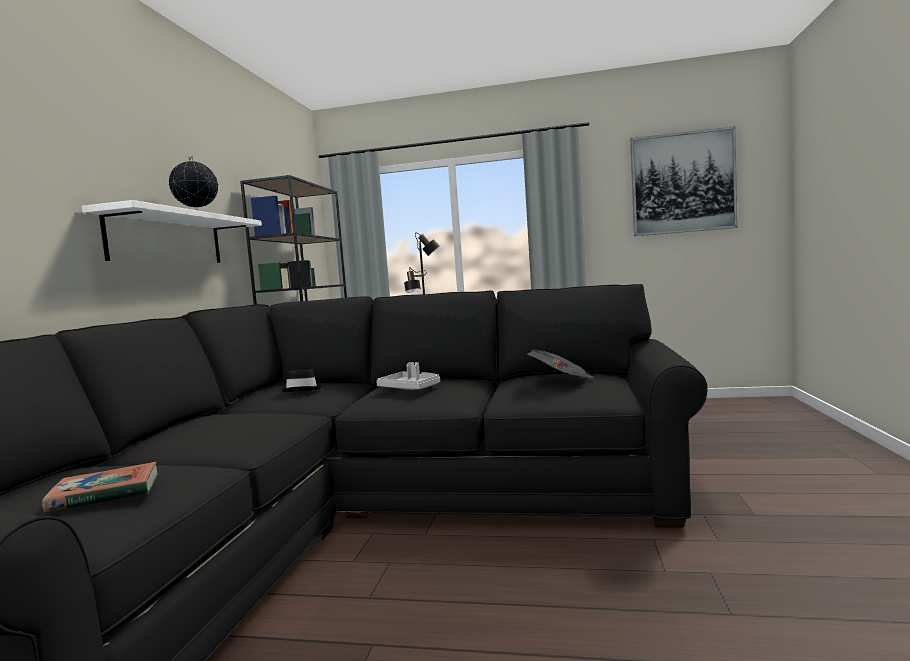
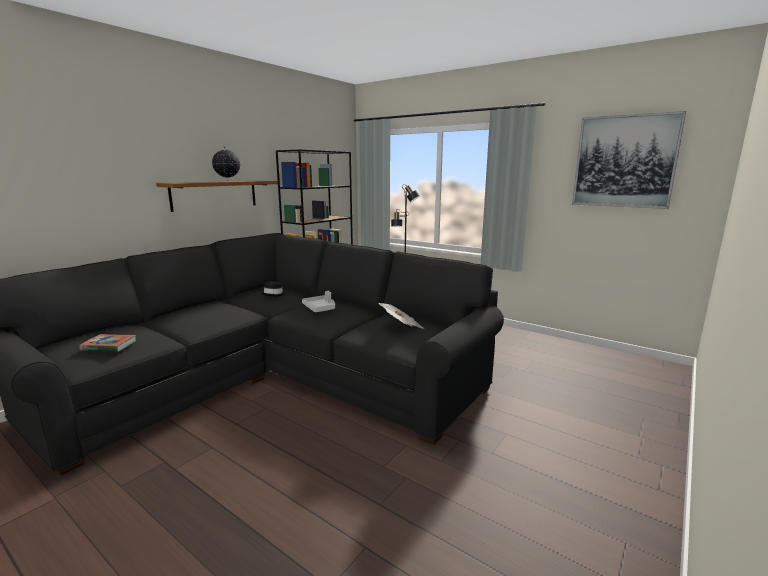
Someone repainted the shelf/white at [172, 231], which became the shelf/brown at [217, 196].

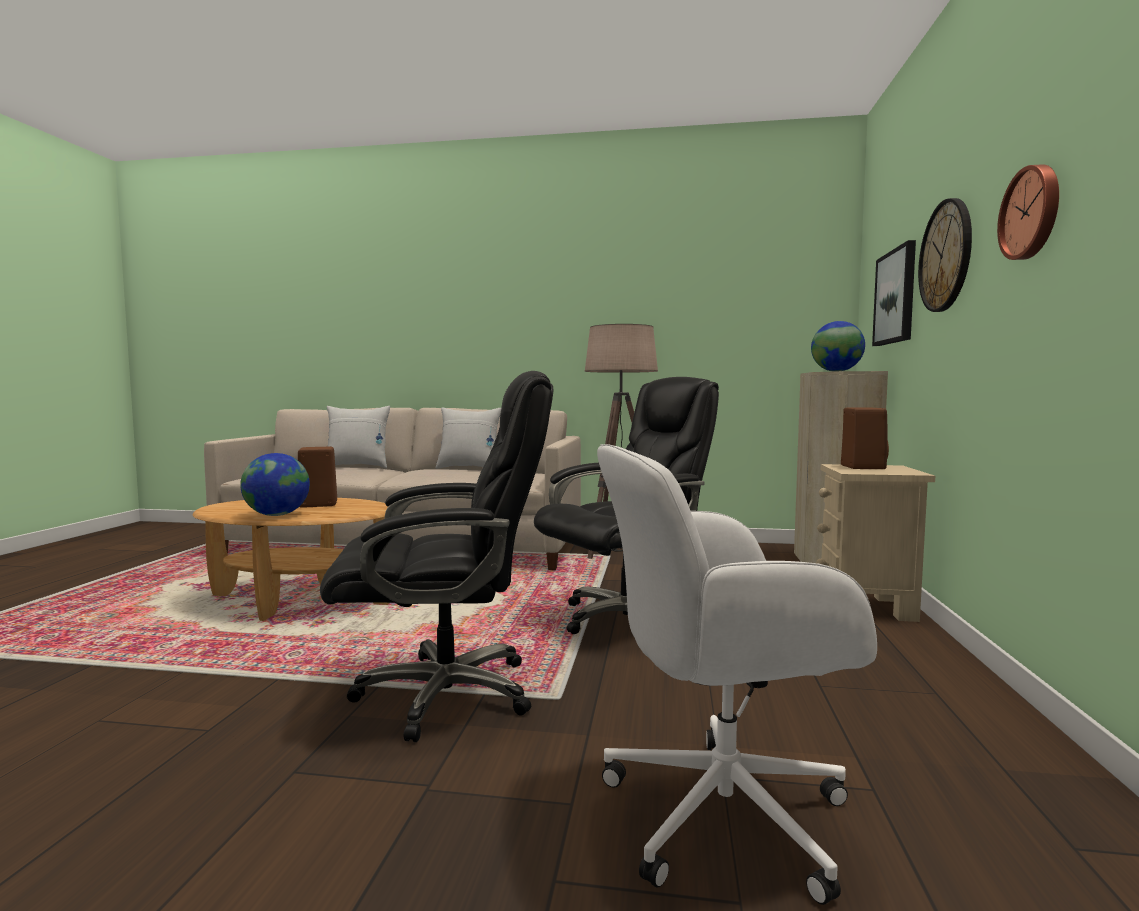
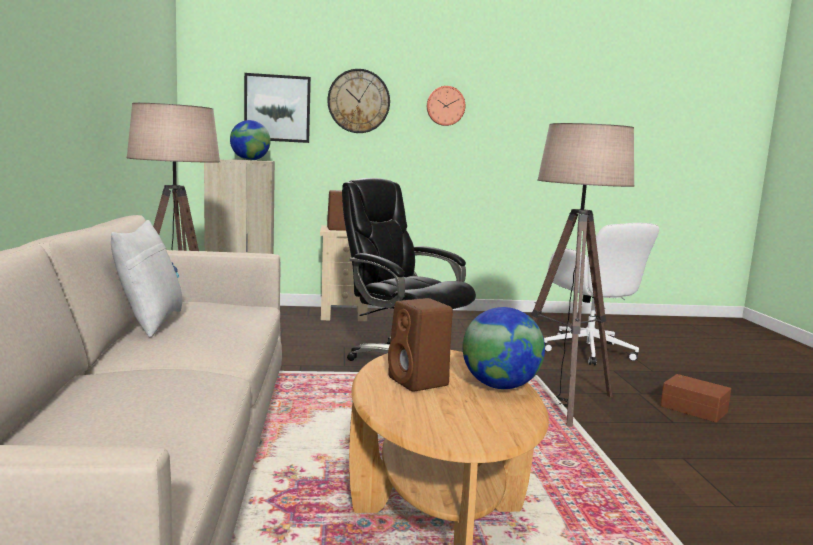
Someone swapped the office chair/black at [436, 556] for the floor lamp at [583, 275].
Someone took away the pillow/grey at [358, 437].
Someone put down the storage box/brown at [695, 398].

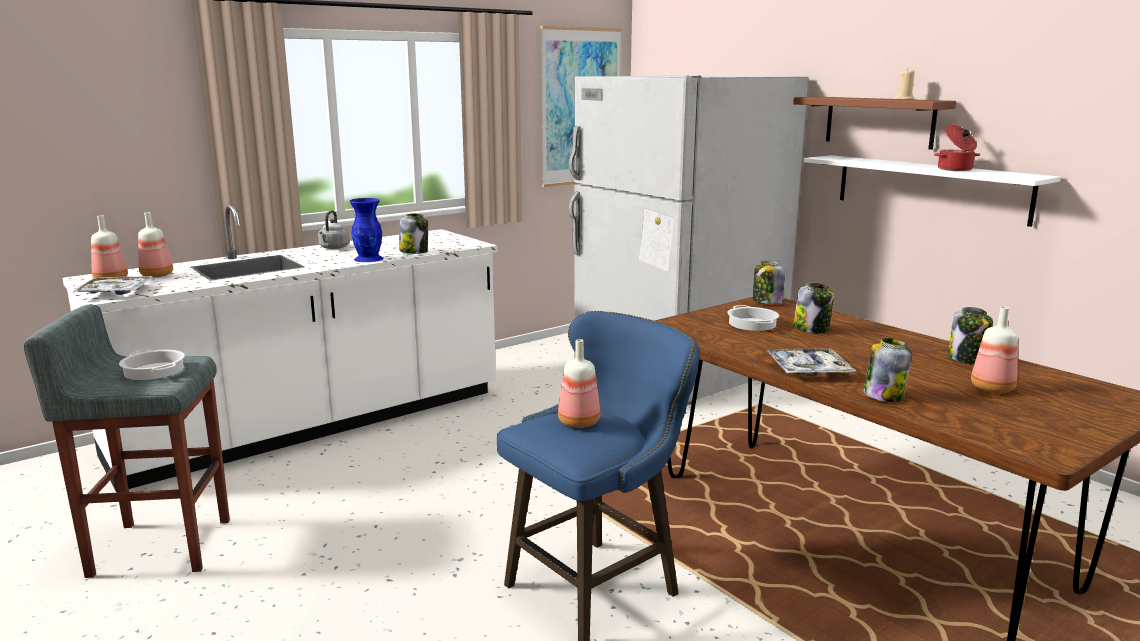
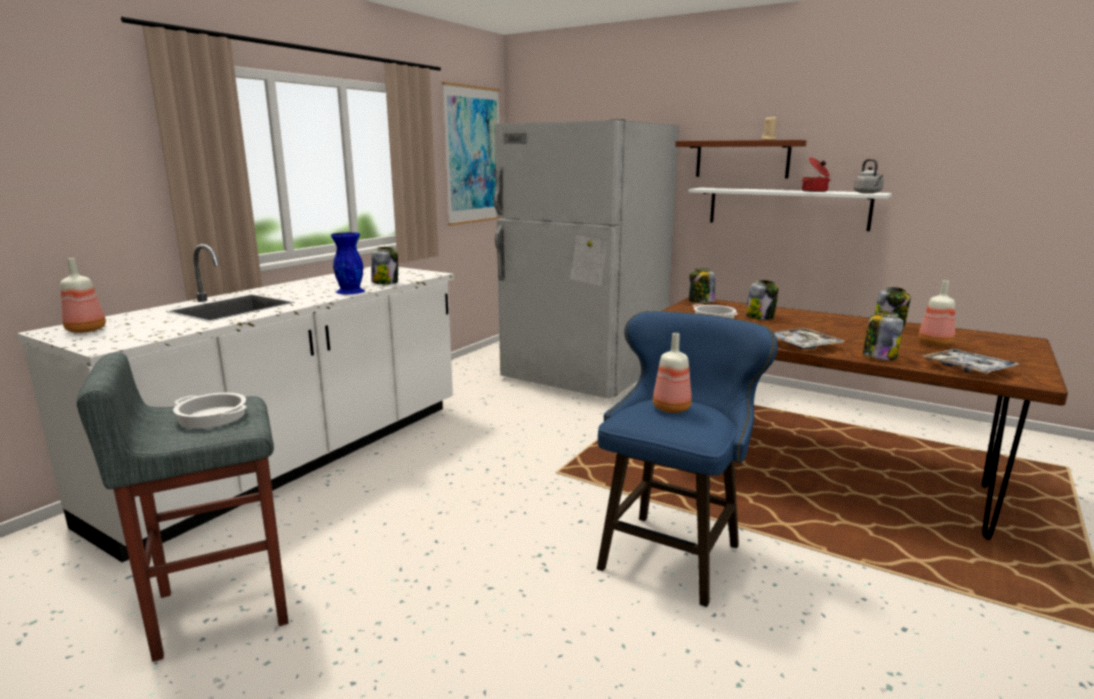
Someone carried the tray from [112, 285] to [971, 361].
Someone took away the bottle at [155, 244].
Someone carried the kettle/grey from [334, 229] to [868, 176].

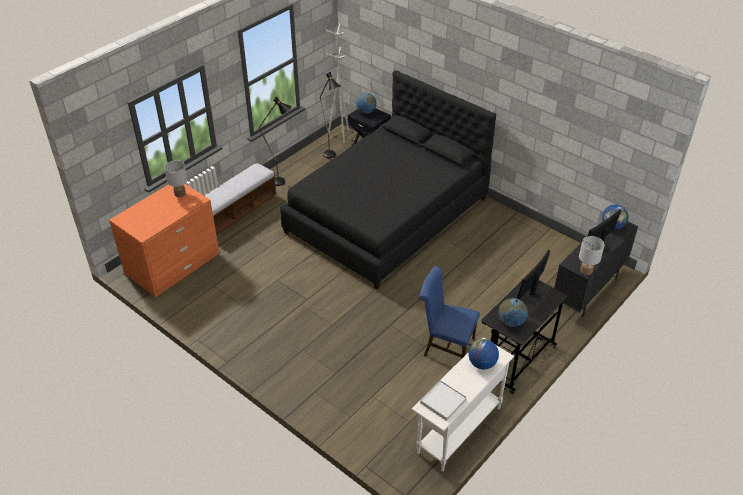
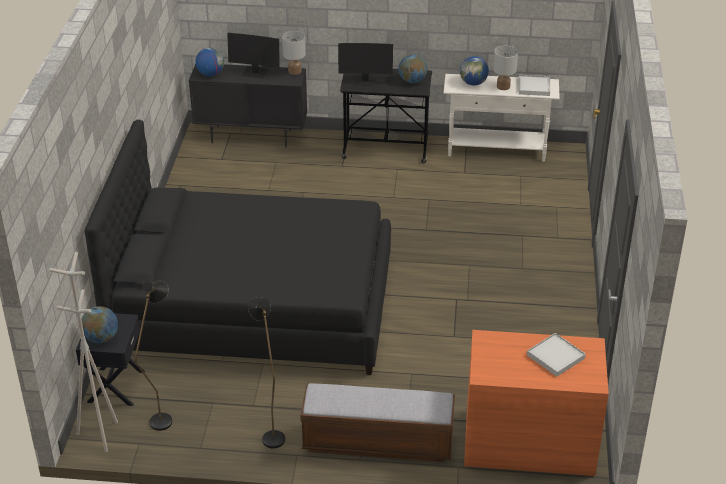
Someone carried the table lamp/grey from [175, 178] to [505, 68].
Someone took away the chair/blue at [449, 312].
Someone put down the tray/white at [556, 355].

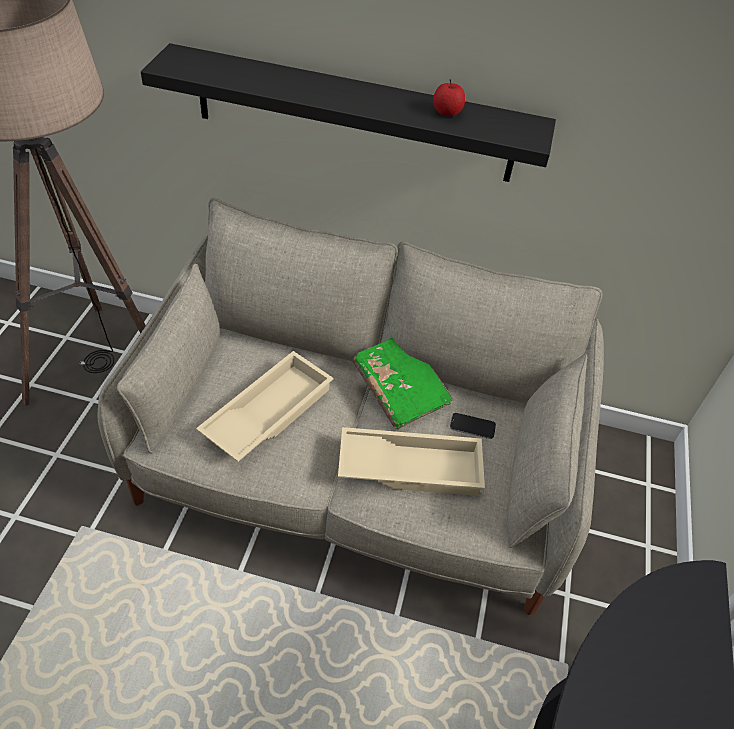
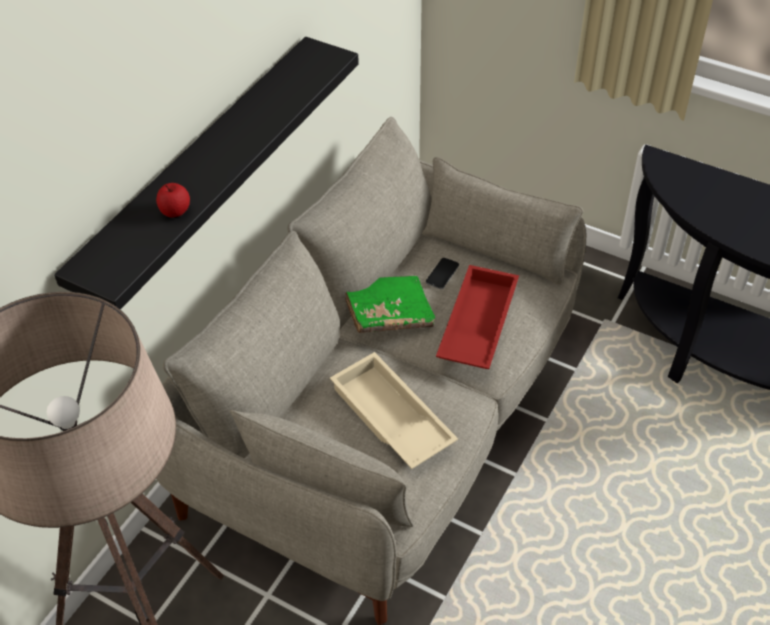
Someone repainted the tray/beige at [411, 461], which became the tray/red at [477, 317].
Someone carried the apple from [449, 98] to [173, 200].

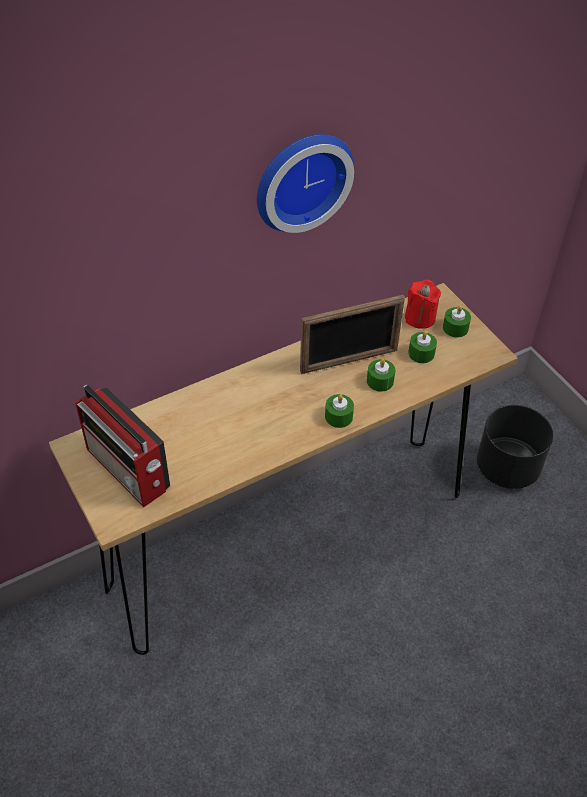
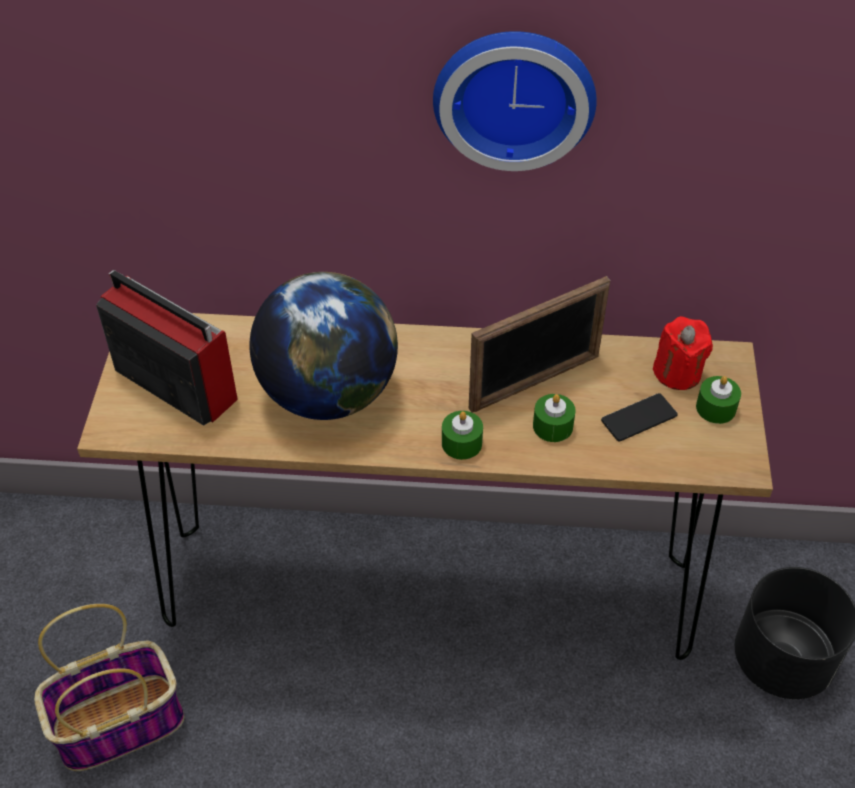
Someone rotated the radio at [122, 446] by 135 degrees clockwise.
Someone rotated the picture frame at [352, 334] by 45 degrees counterclockwise.
Someone swapped the candle/green at [422, 347] for the phone at [639, 417].
Someone put down the basket at [109, 687].
Someone put down the globe at [323, 346].

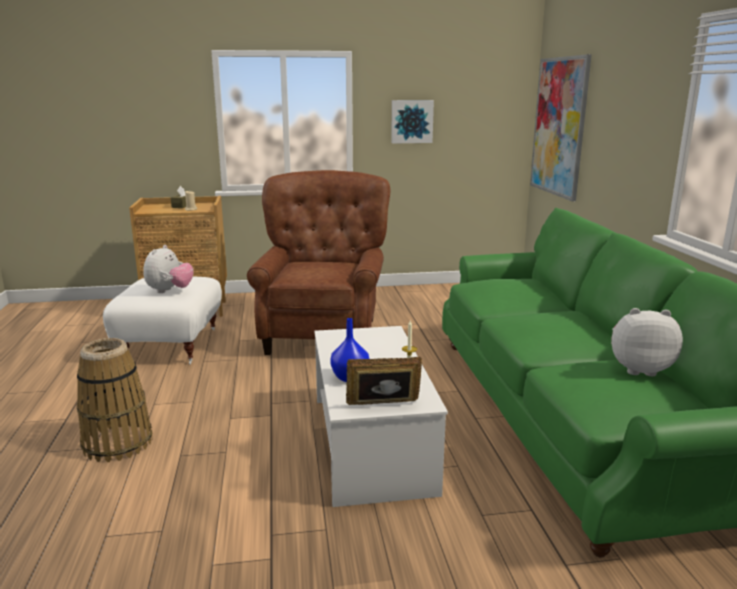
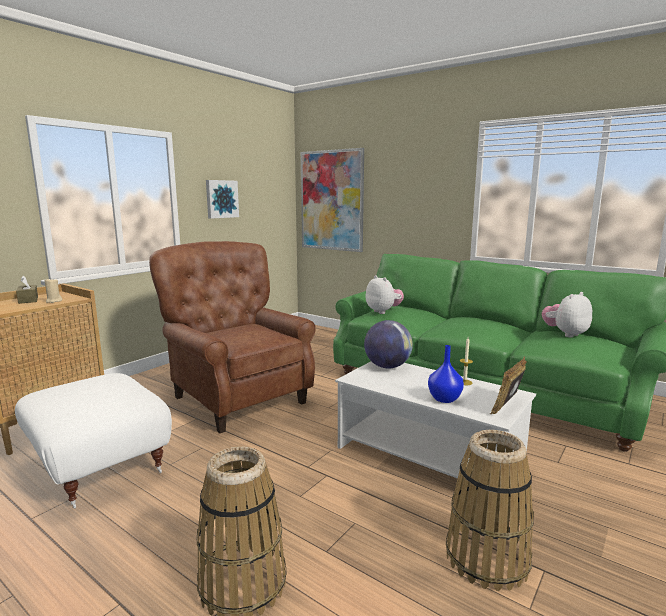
Someone carried the plush toy from [168, 269] to [385, 294].
Someone put down the globe at [388, 344].
Someone put down the basket at [490, 510].

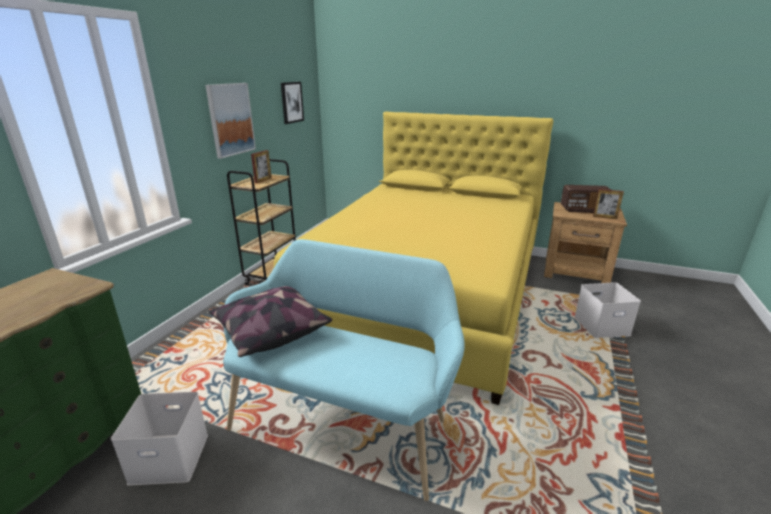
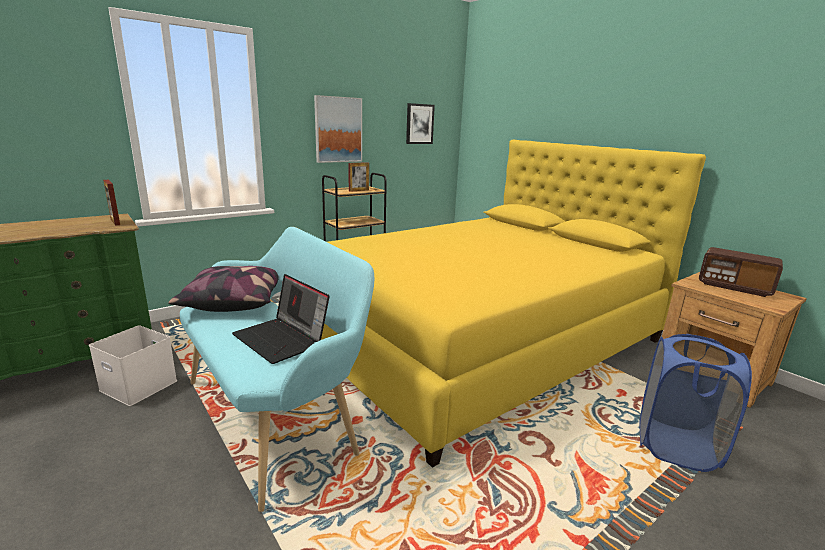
Someone swapped the storage box/white at [608, 310] for the laundry basket/blue at [695, 403].
Someone carried the picture frame from [608, 204] to [111, 203].
Someone put down the laptop at [281, 319].

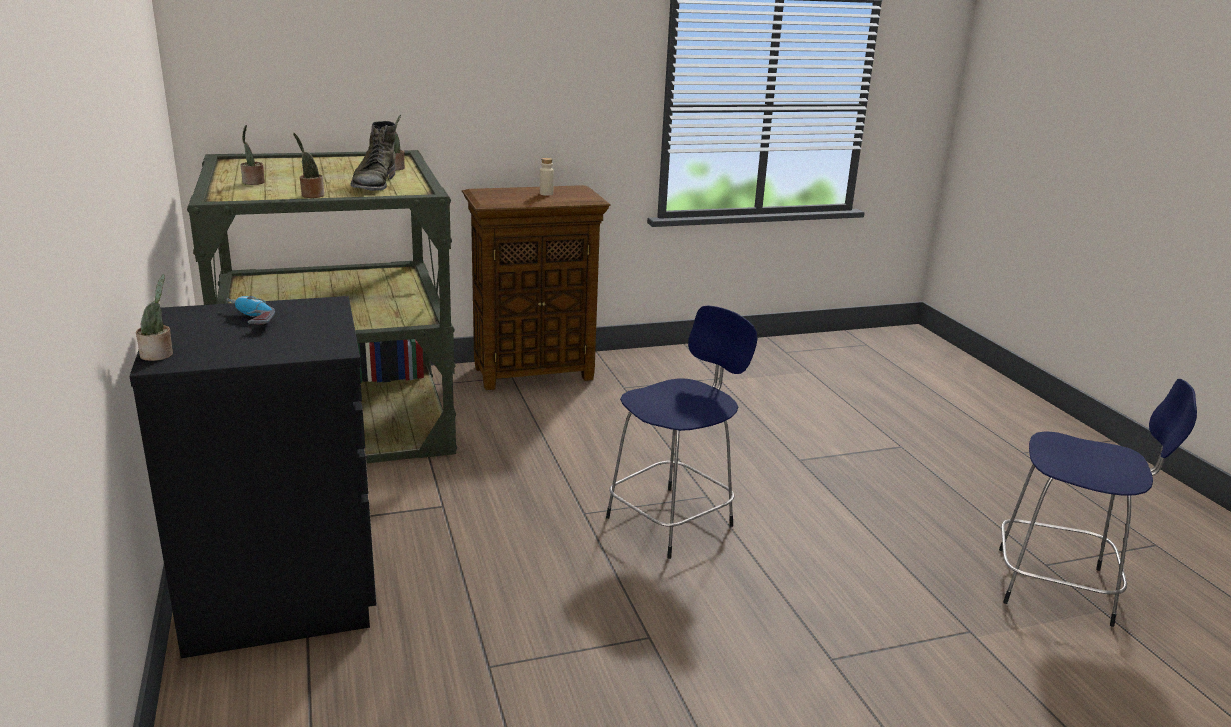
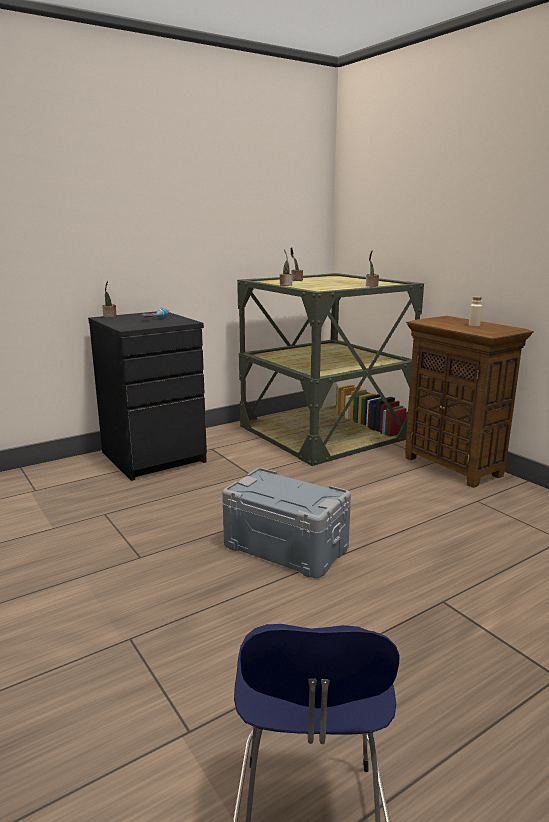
Someone took away the boot/green at [373, 156].
Someone swapped the stool/blue at [682, 432] for the storage box/grey at [286, 523].

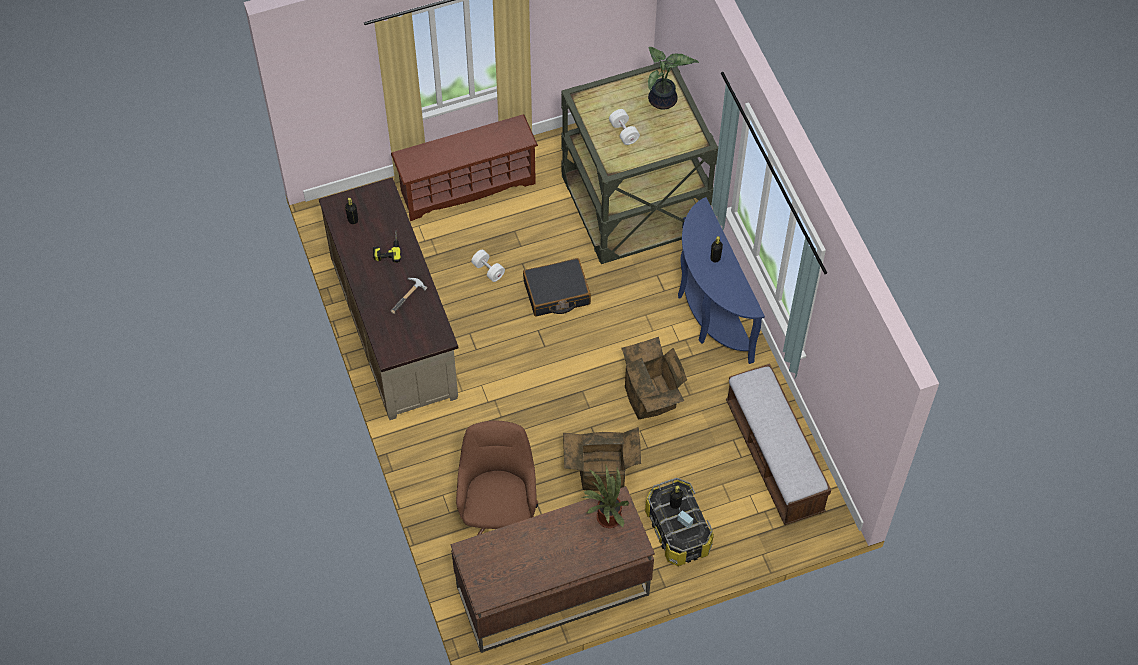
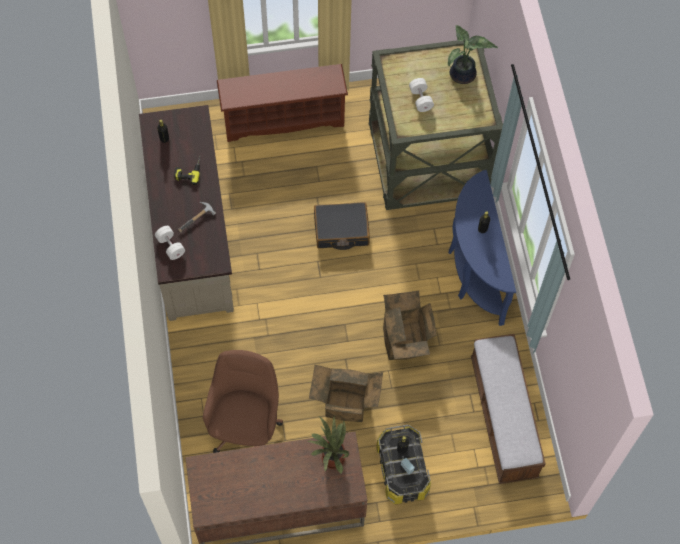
Someone carried the dumbbell/white from [488, 265] to [170, 243].

